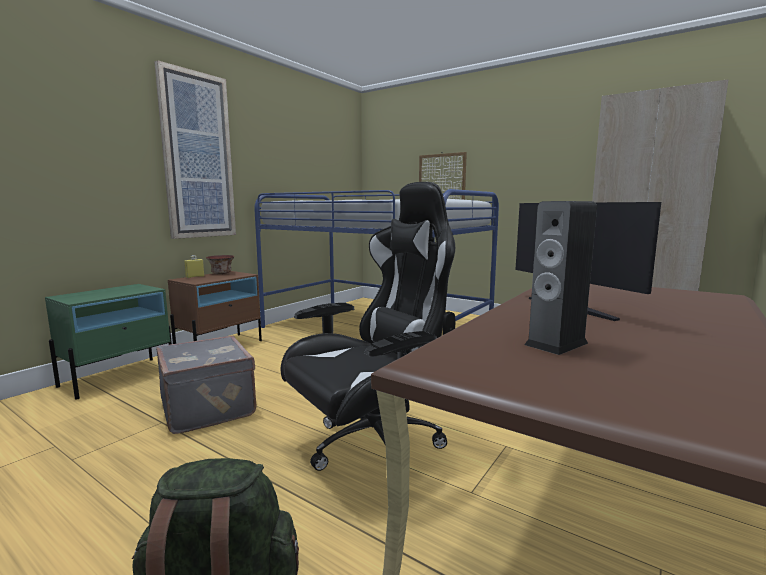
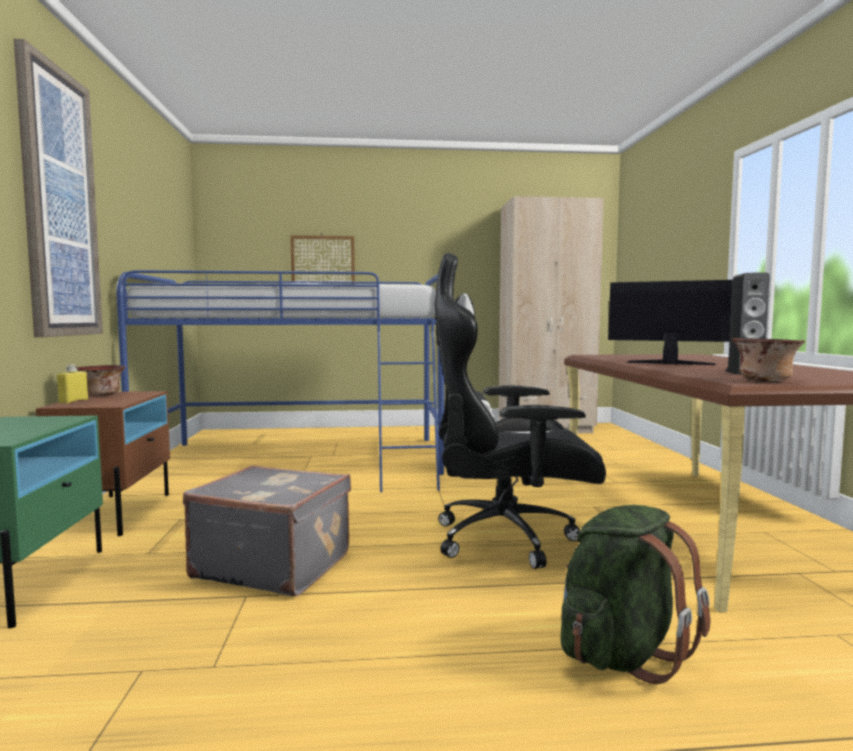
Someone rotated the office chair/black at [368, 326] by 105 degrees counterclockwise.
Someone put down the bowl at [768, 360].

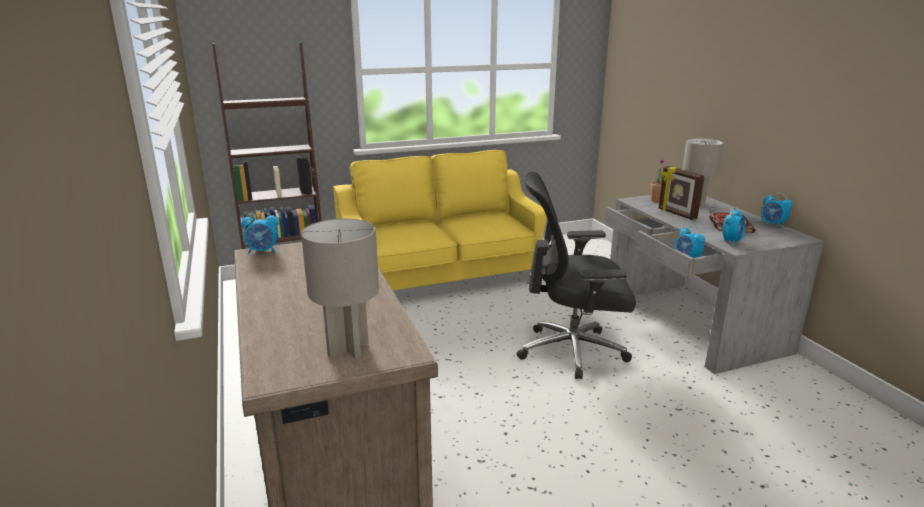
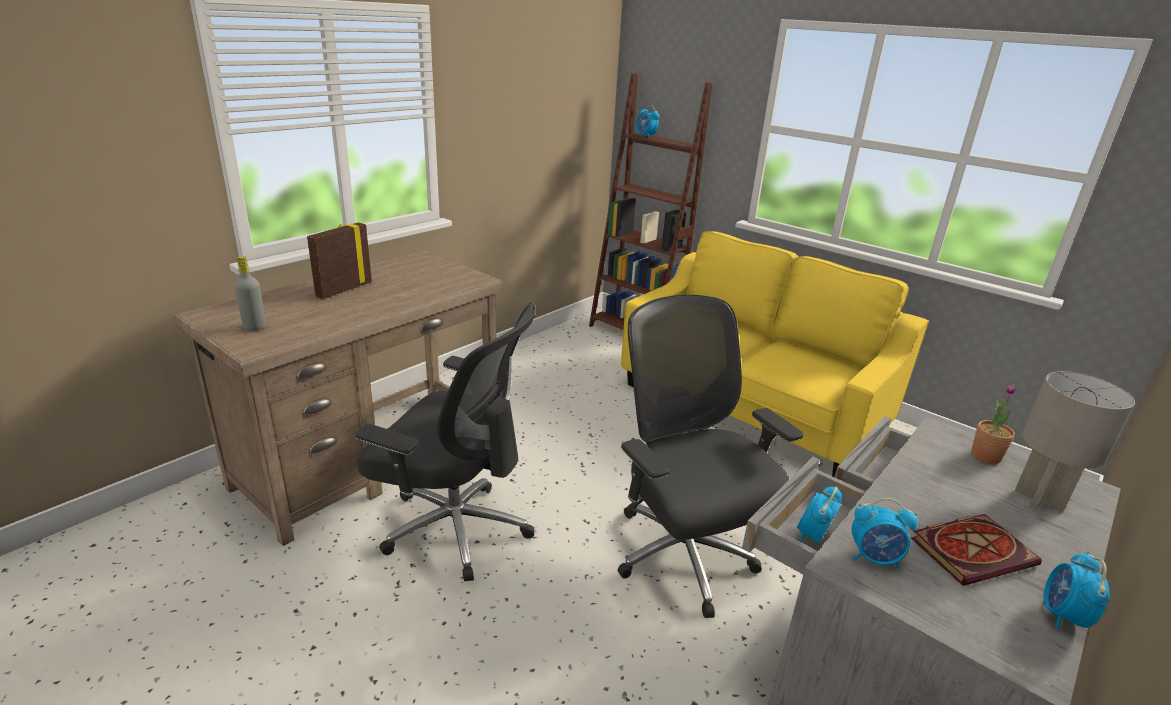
Someone carried the alarm clock from [260, 232] to [647, 121].
Someone swapped the table lamp/grey at [340, 289] for the bottle/grey at [250, 293].
Someone carried the picture frame from [681, 193] to [339, 260].
Someone put down the office chair at [446, 442].

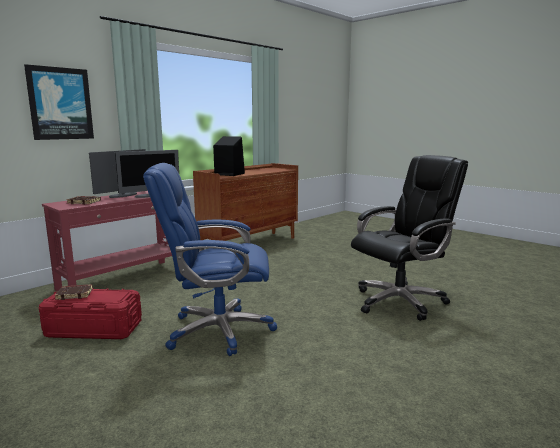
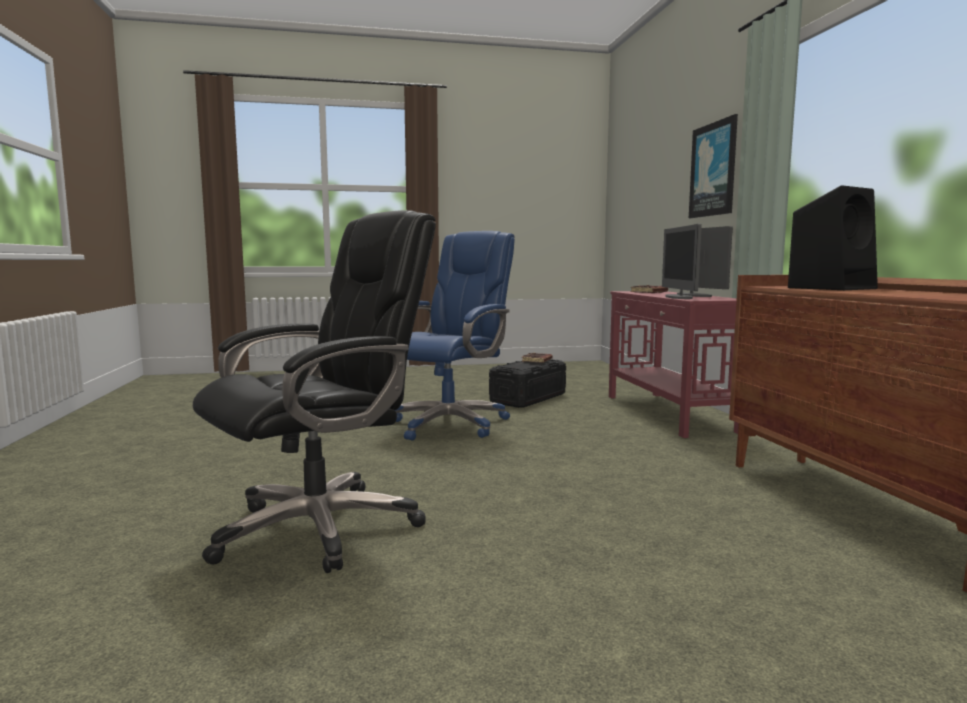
Someone repainted the storage box/red at [90, 313], which became the storage box/black at [527, 383].
Someone rotated the office chair/black at [409, 238] by 135 degrees counterclockwise.

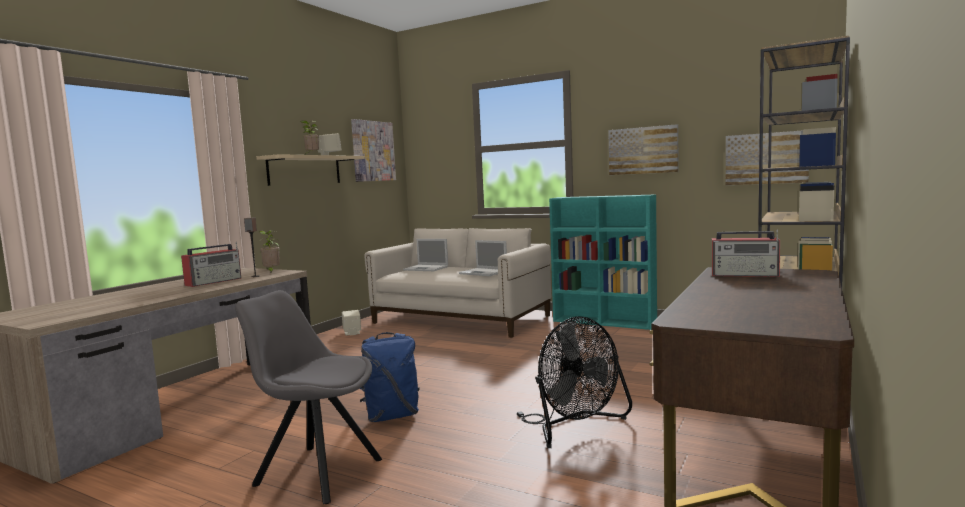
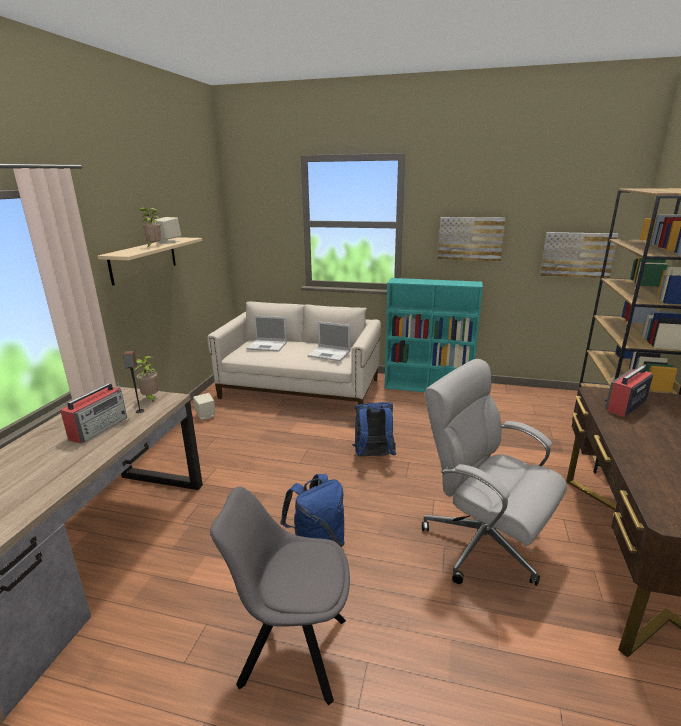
Someone took away the picture at [373, 150].
Someone swapped the fan/black at [574, 382] for the office chair/grey at [494, 472].
Someone rotated the radio at [746, 253] by 135 degrees clockwise.
Someone put down the backpack/blue at [374, 429].

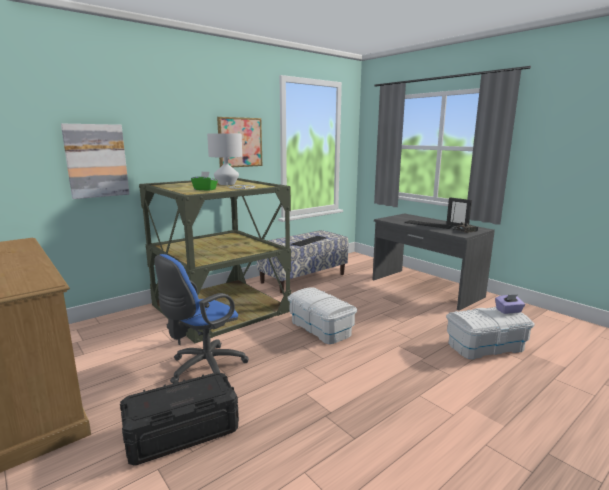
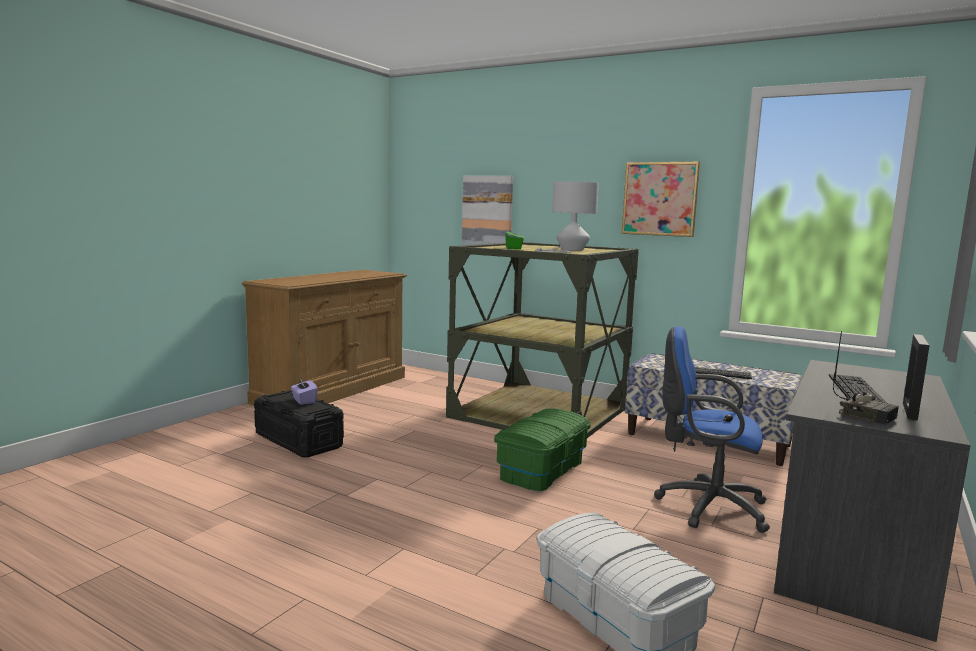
Someone carried the office chair/blue from [201, 319] to [712, 429].
Someone repainted the storage box/white at [322, 315], which became the storage box/green at [542, 449].
Someone carried the tissue box/purple from [510, 304] to [304, 391].

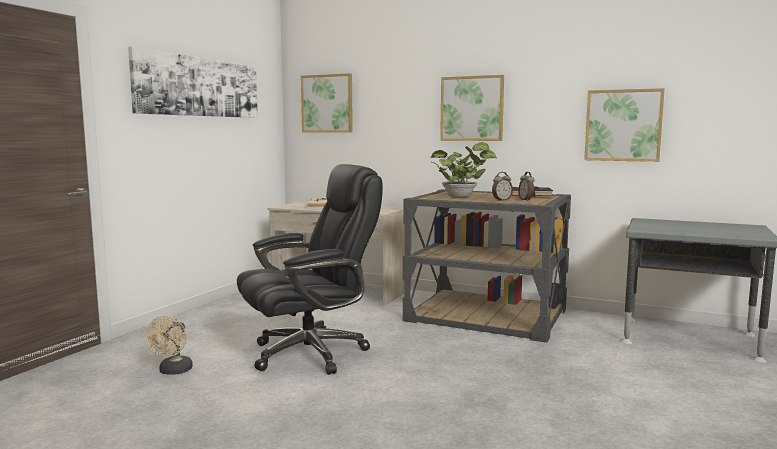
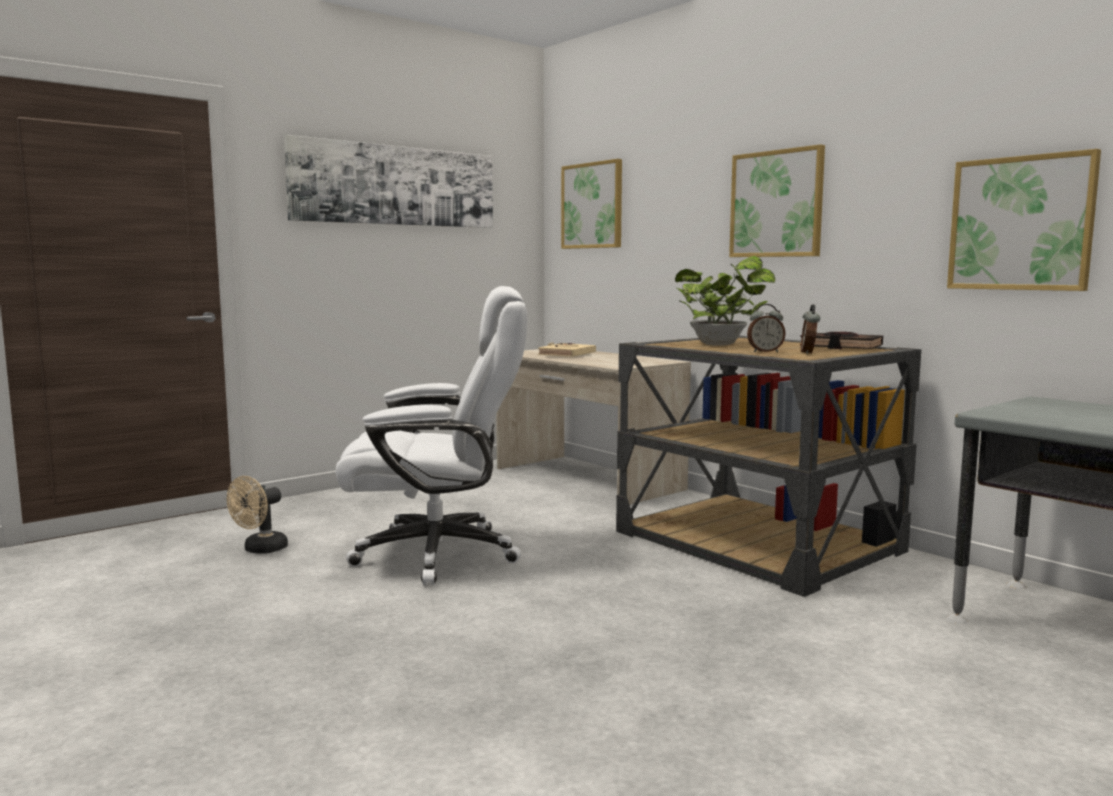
Someone repainted the office chair/black at [310, 269], which became the office chair/white at [431, 436].

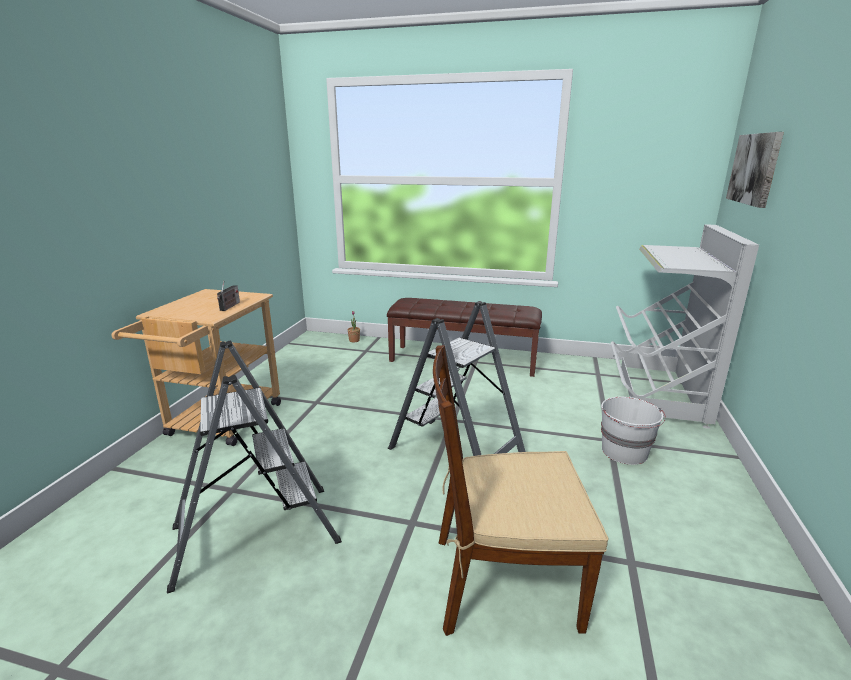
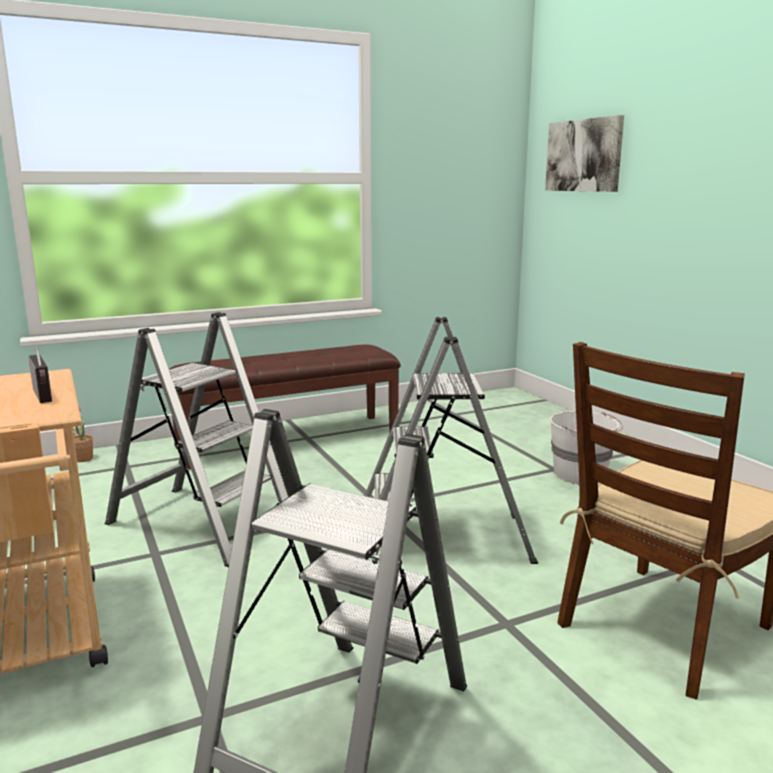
Someone took away the shoe rack/white at [685, 326].
Someone put down the step ladder/grey at [196, 439].

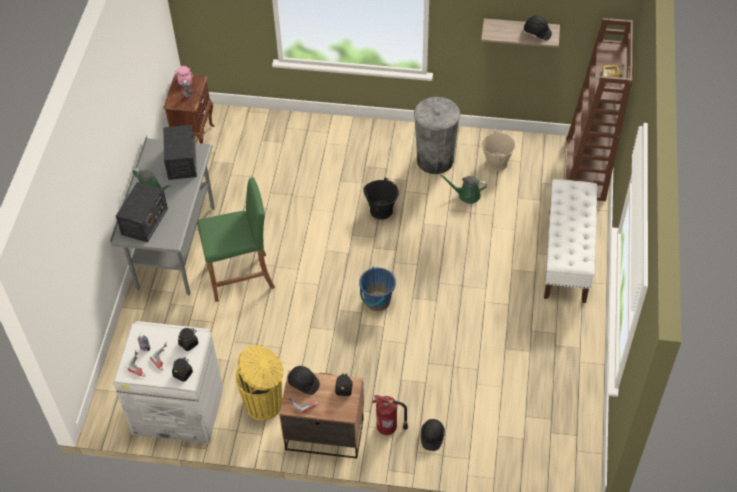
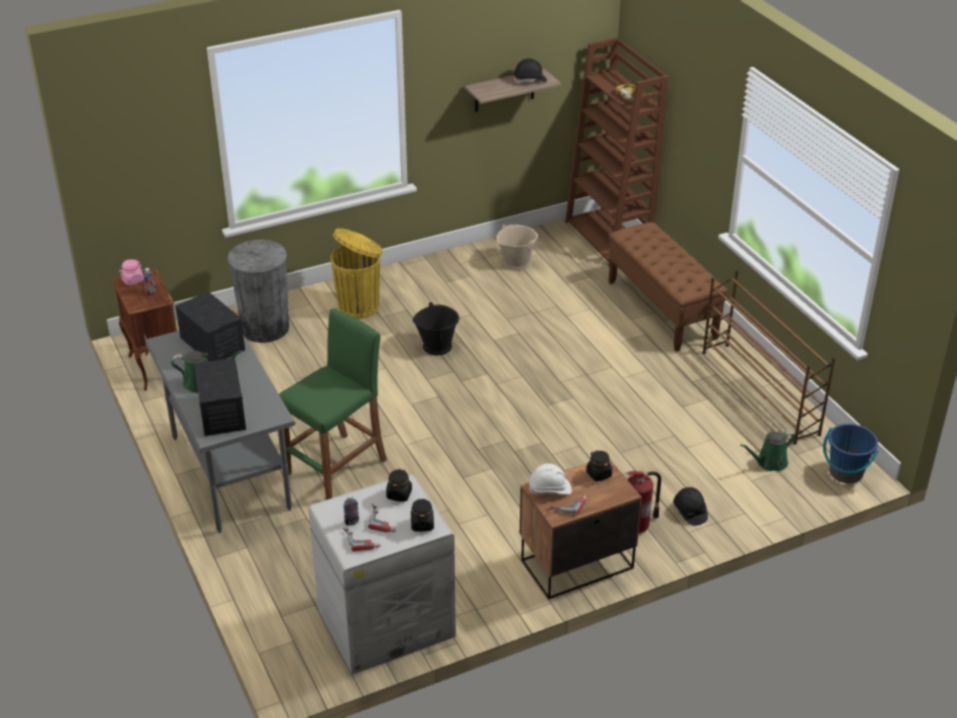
Someone carried the trash can/yellow from [259, 383] to [357, 273].
Someone repainted the hard hat/black at [303, 380], which became the hard hat/white at [550, 479].
Someone carried the bucket/blue from [377, 288] to [850, 453].
Someone carried the trash can/grey from [437, 135] to [258, 291].
Someone carried the watering can/green from [463, 189] to [768, 451].
Someone repainted the bench/white at [570, 241], which became the bench/brown at [668, 287].
Someone put down the shoe rack/brown at [769, 358].

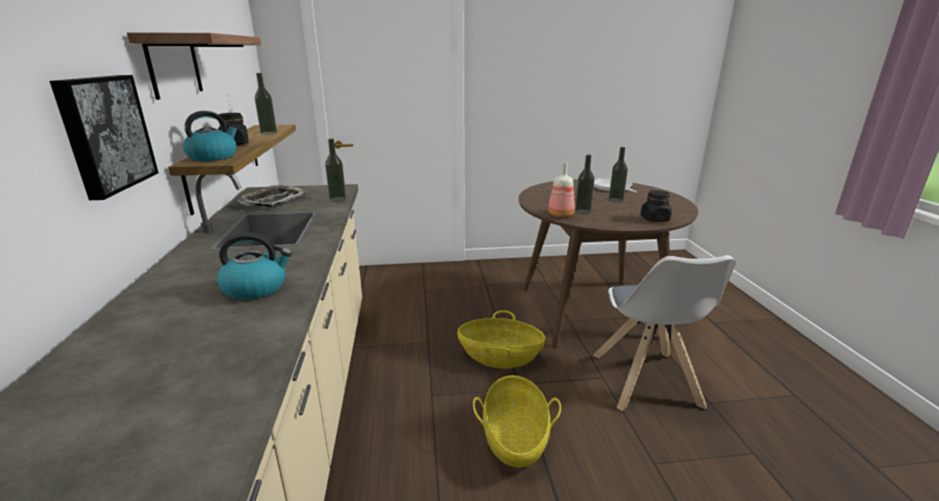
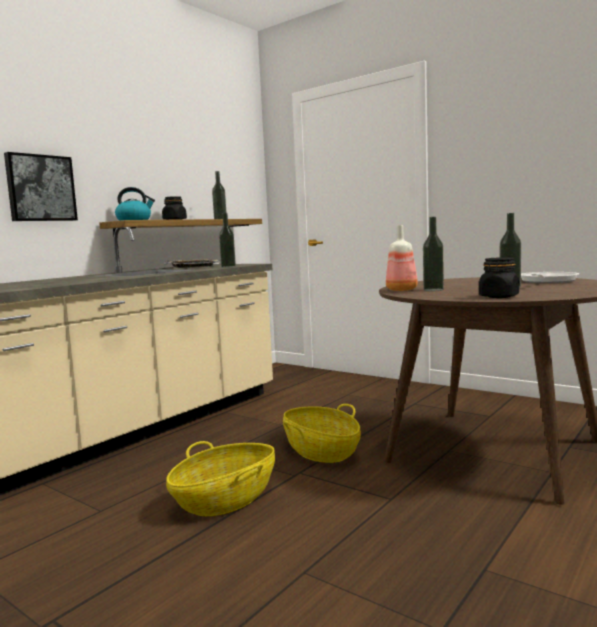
Someone took away the shelf at [194, 66].
Someone took away the kettle at [254, 266].
Someone took away the chair at [664, 333].

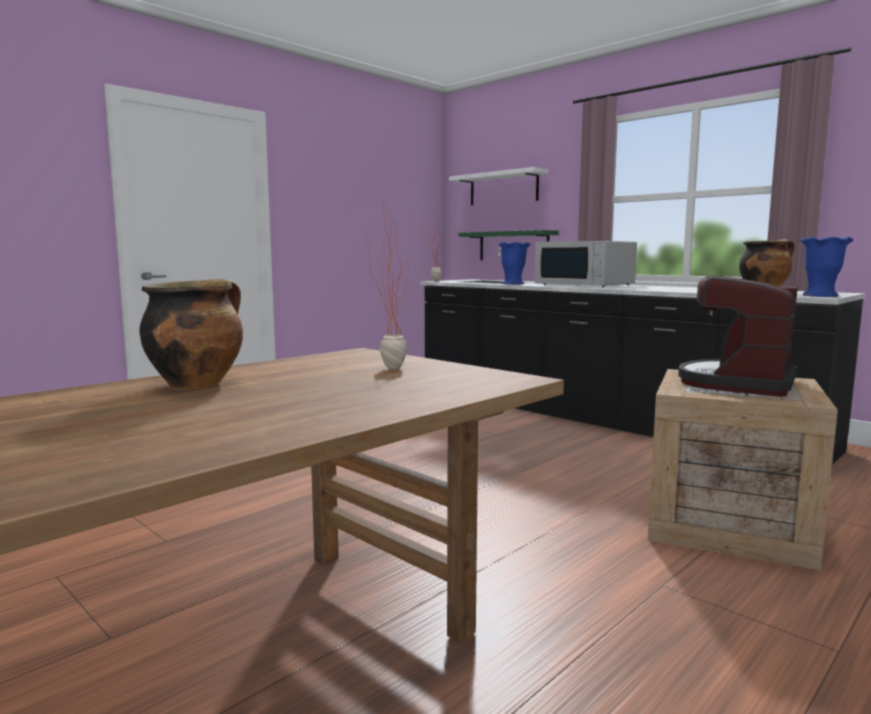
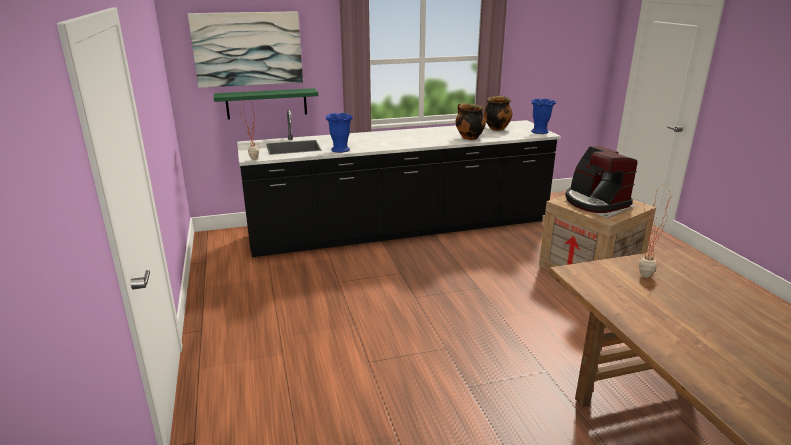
Someone carried the cooking pot from [191, 334] to [470, 121].
Someone swapped the shelf/white at [498, 186] for the picture at [245, 49].
Someone took away the microwave/white at [586, 264].

